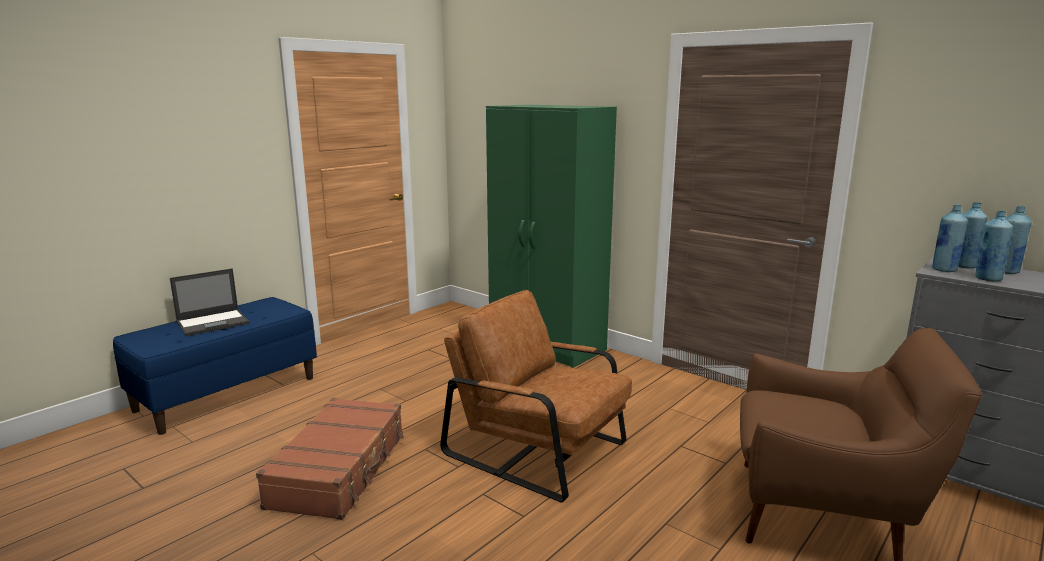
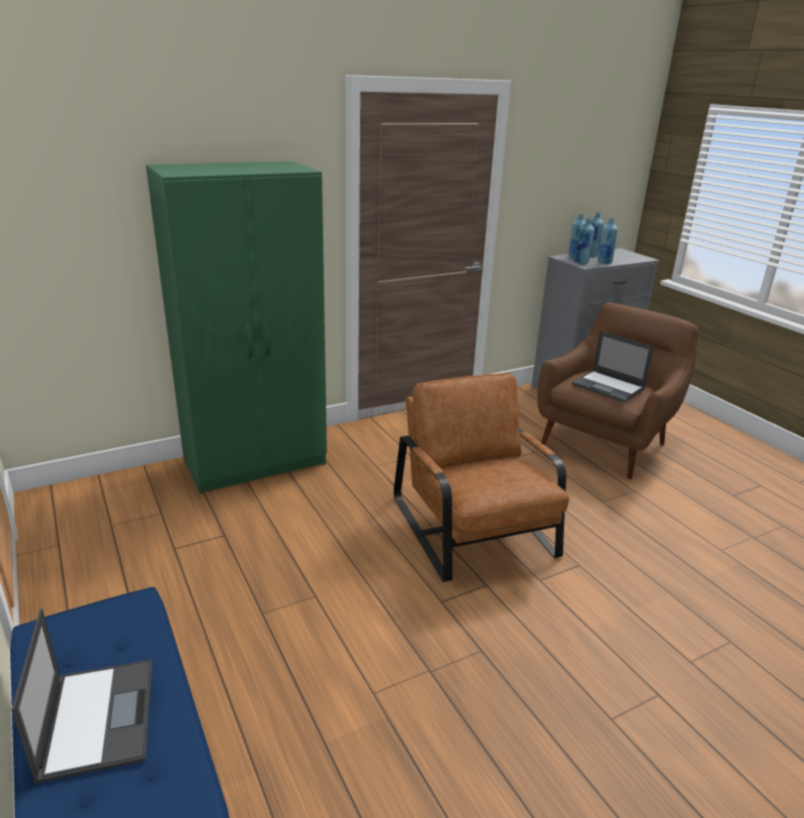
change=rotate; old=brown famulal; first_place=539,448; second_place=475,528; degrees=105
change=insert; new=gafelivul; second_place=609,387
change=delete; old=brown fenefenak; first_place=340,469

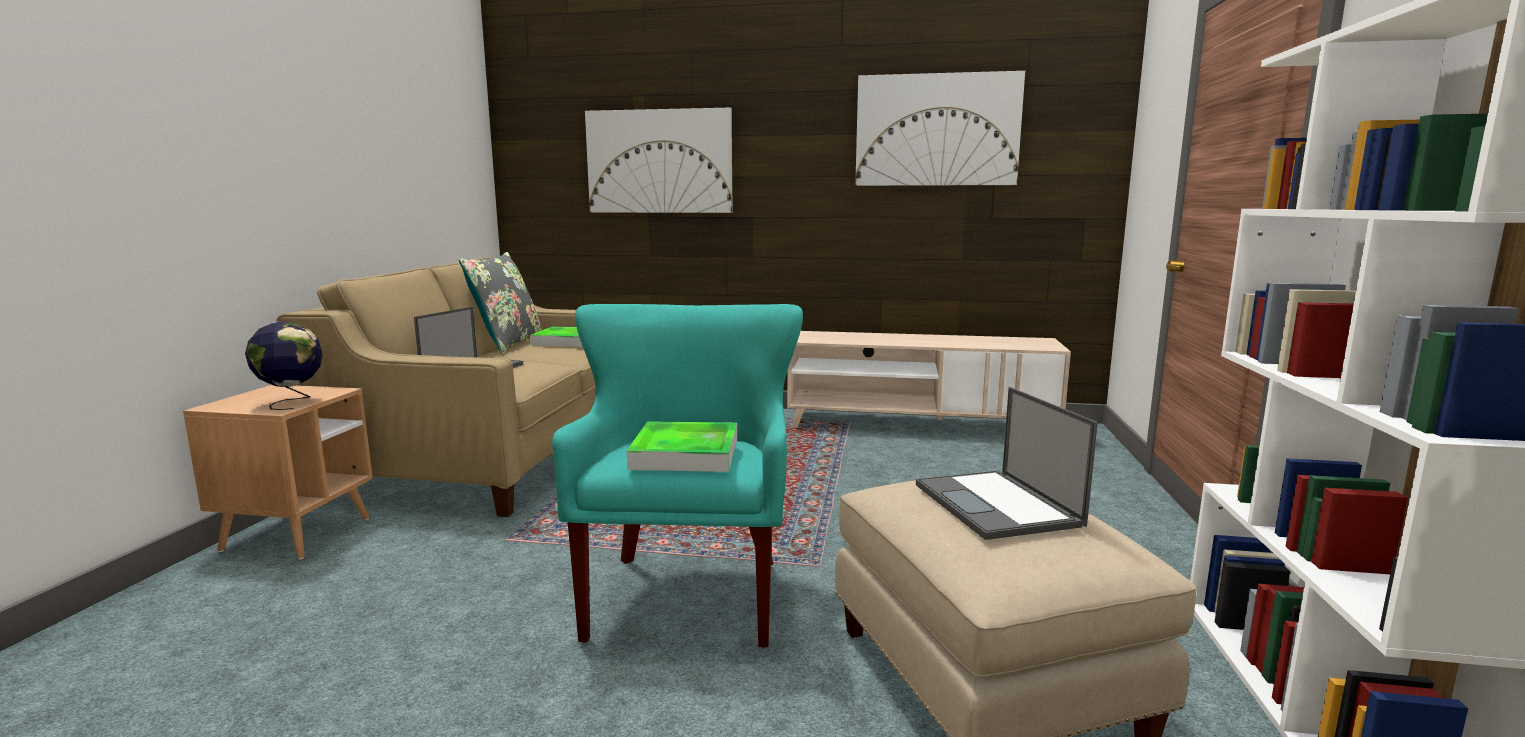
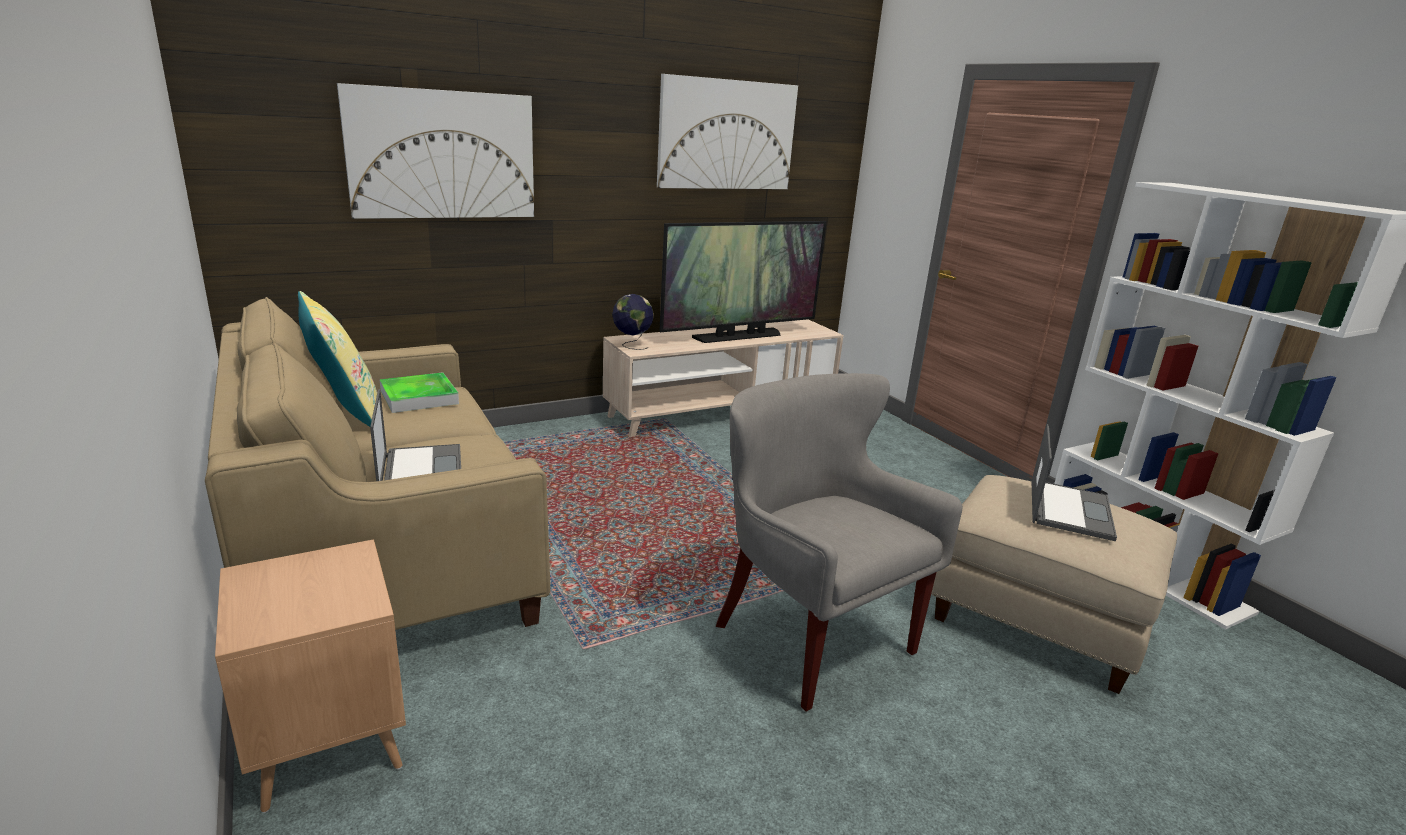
change=recolor; old=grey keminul; new=yellow keminul; first_place=507,343; second_place=345,413
change=move; old=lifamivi; first_place=291,402; second_place=632,345
change=insert; new=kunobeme; second_place=738,336
change=recolor; old=turquoise famulal; new=grey famulal; first_place=689,596; second_place=810,636
change=rotate; old=gafelivul; first_place=997,505; second_place=1069,509; degrees=-105
change=delete; old=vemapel; first_place=685,454

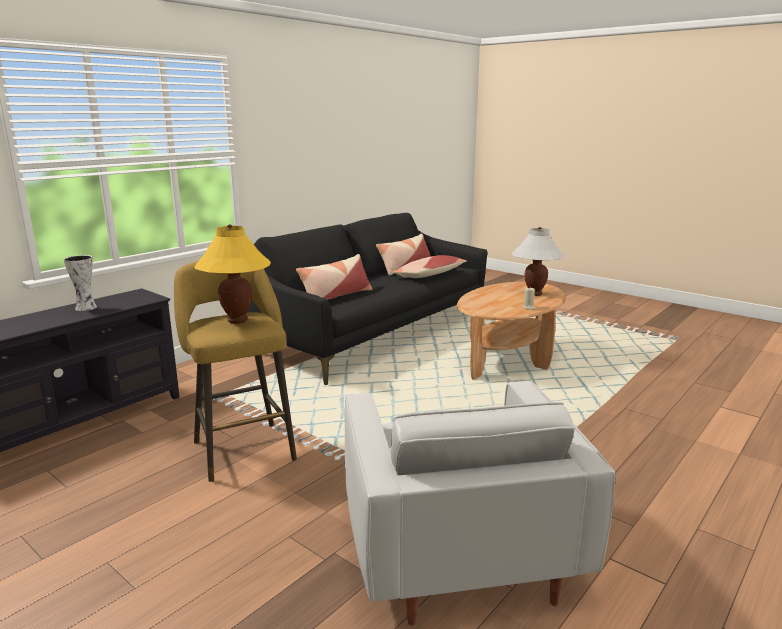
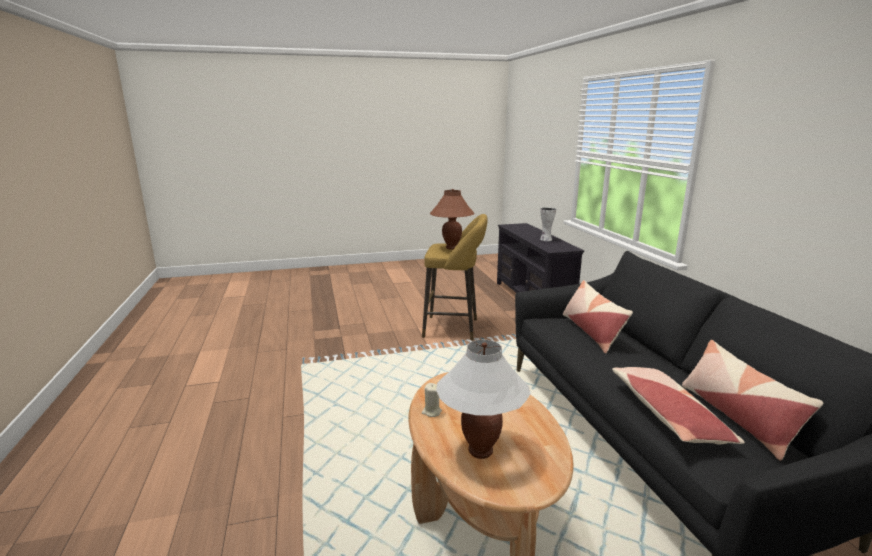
change=recolor; old=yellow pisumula; new=brown pisumula; first_place=237,320; second_place=451,248
change=delete; old=white famulal; first_place=457,547

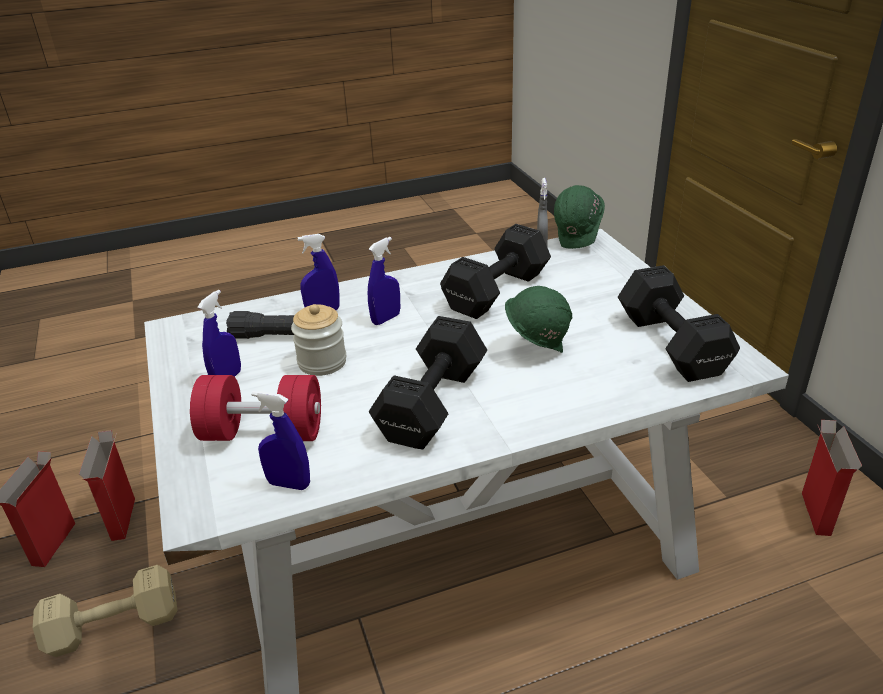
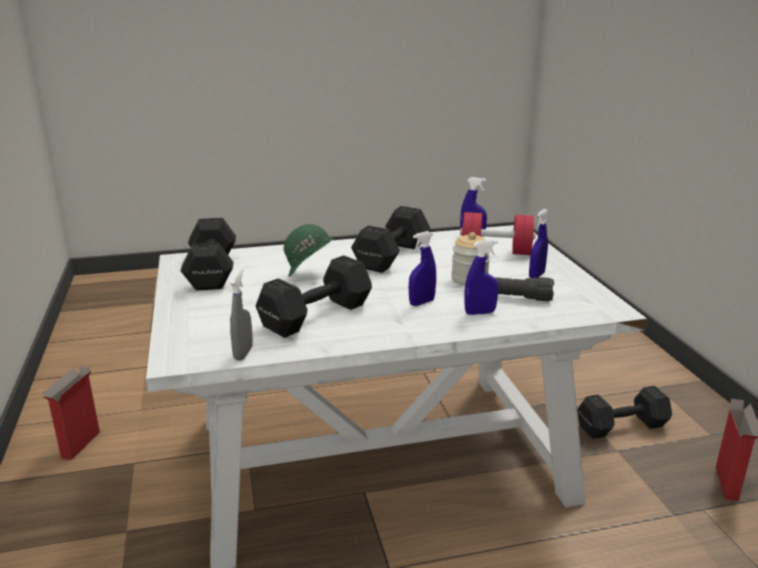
change=recolor; old=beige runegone; new=black runegone; first_place=111,626; second_place=624,427
change=delete; old=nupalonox; first_place=123,520
change=delete; old=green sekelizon; first_place=578,241

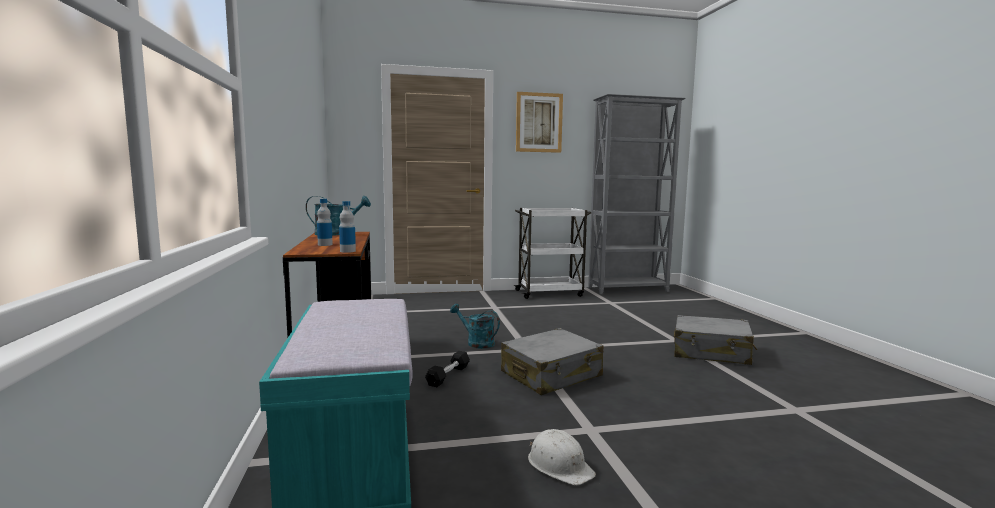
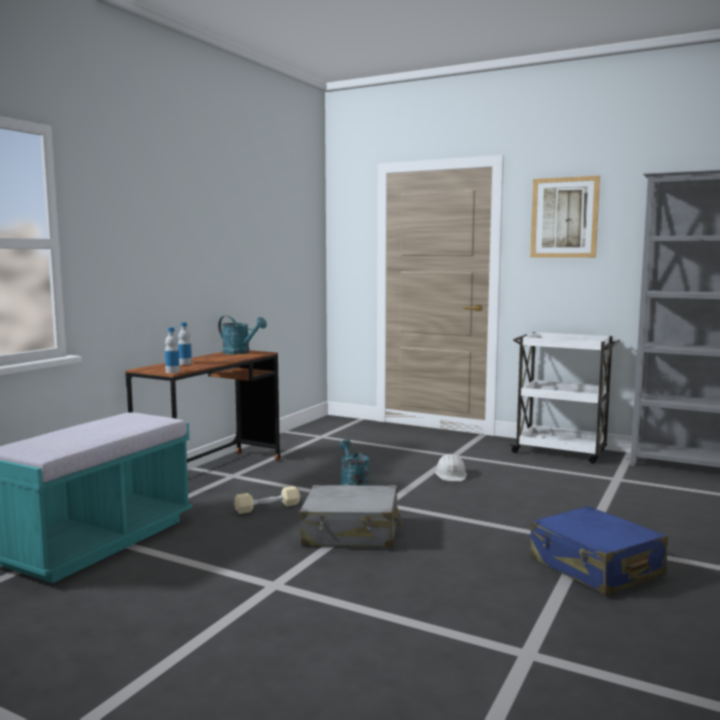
change=recolor; old=black runegone; new=beige runegone; first_place=448,375; second_place=267,507
change=move; old=white sekelizon; first_place=559,465; second_place=451,475
change=recolor; old=grey fenefenak; new=blue fenefenak; first_place=711,352; second_place=595,568

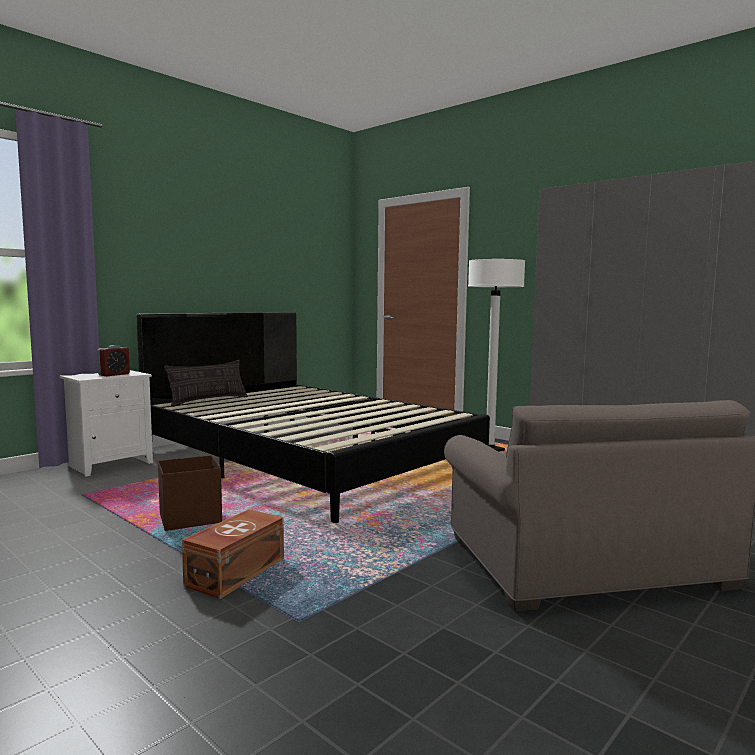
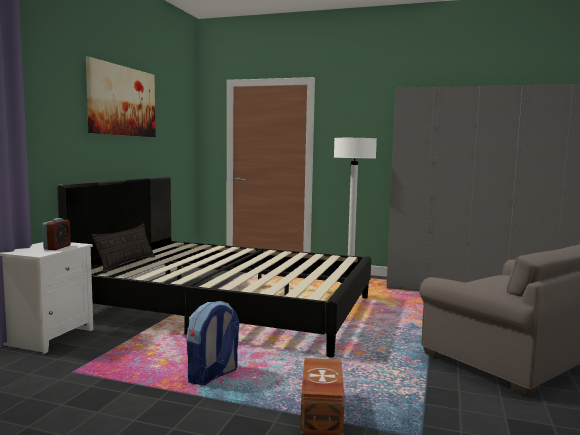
change=insert; new=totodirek; second_place=122,101
change=replace; old=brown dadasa; new=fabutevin; first_place=189,519; second_place=213,376

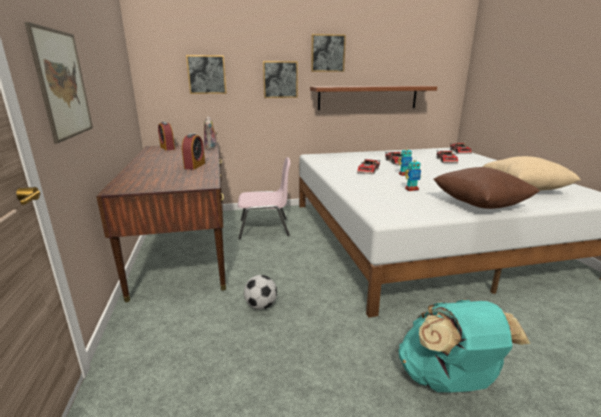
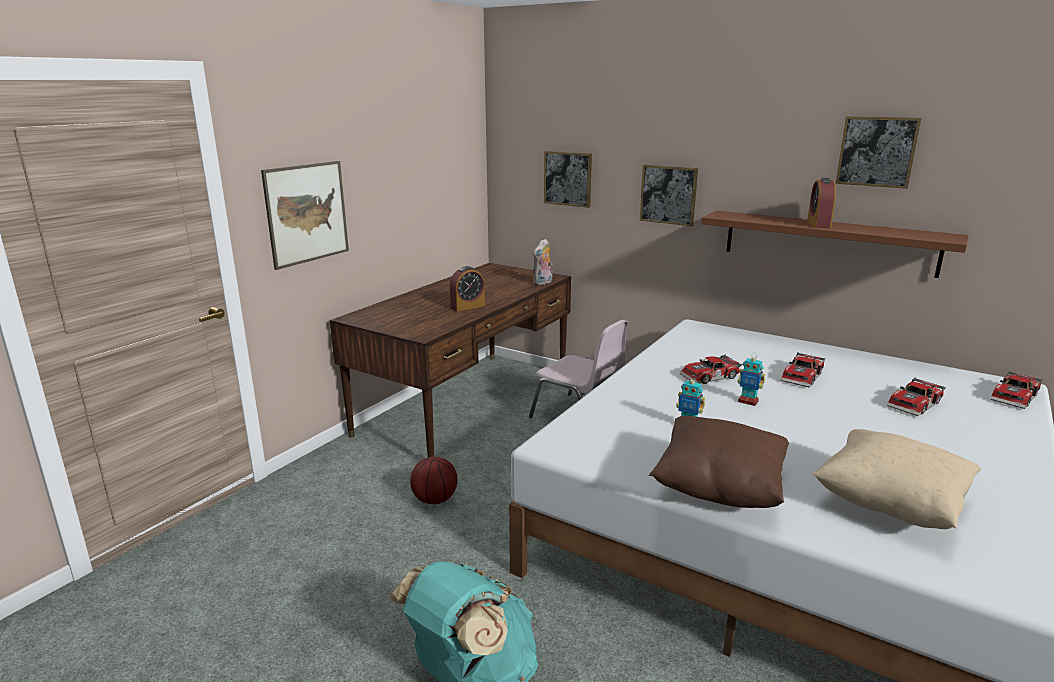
change=replace; old=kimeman; new=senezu; first_place=260,306; second_place=434,499
change=move; old=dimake; first_place=167,148; second_place=818,224
change=move; old=totodirek; first_place=327,53; second_place=877,151

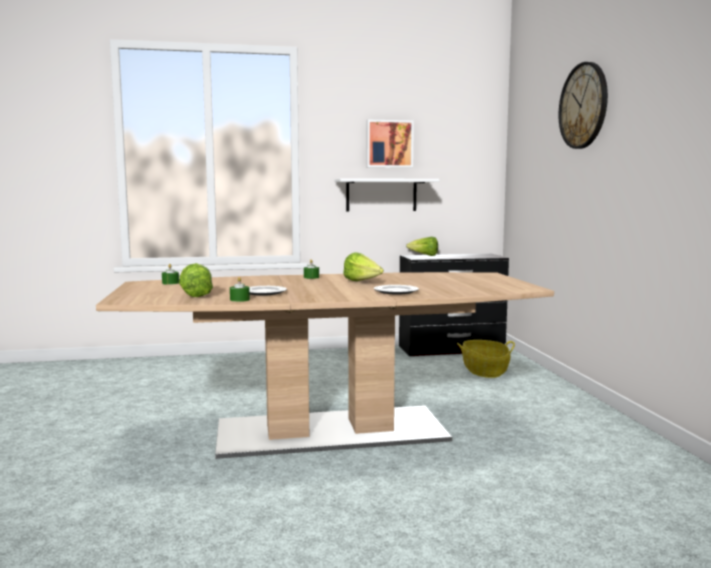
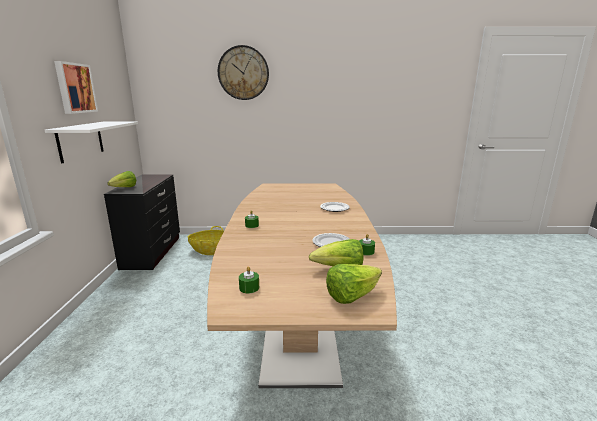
change=move; old=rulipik; first_place=362,282; second_place=352,296

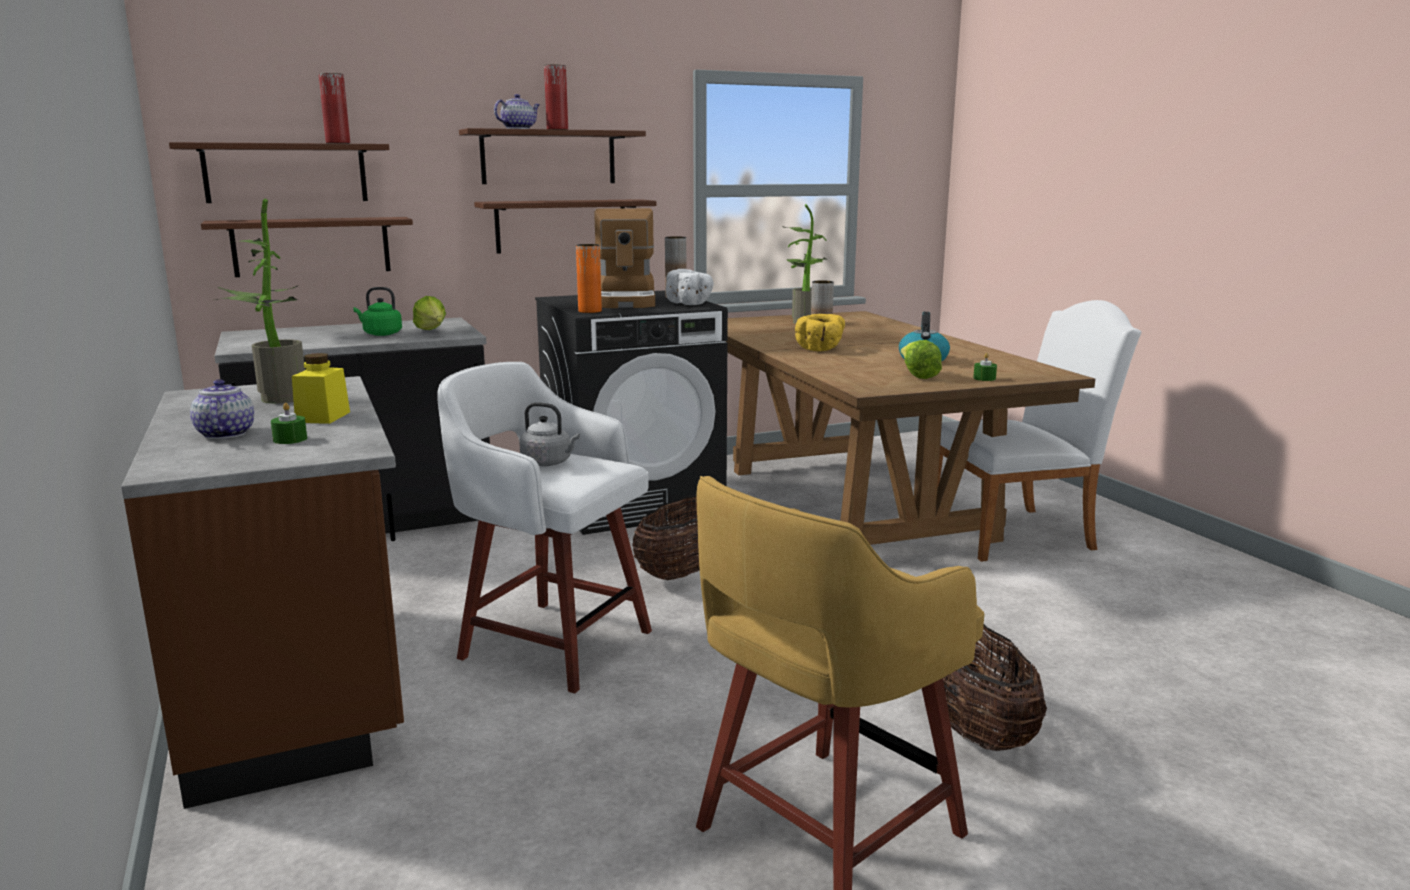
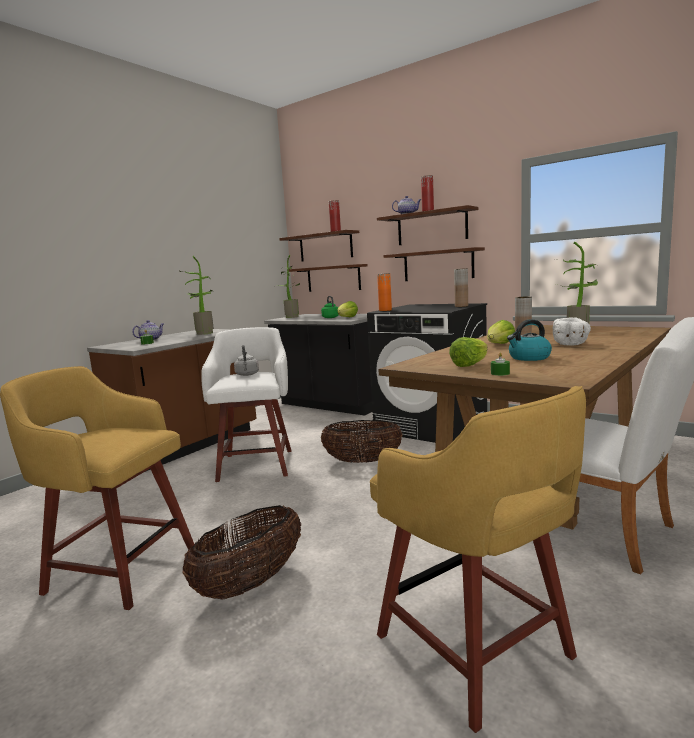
change=insert; new=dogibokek; second_place=290,317
change=insert; new=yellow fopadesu; second_place=476,650
change=replace; old=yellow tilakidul; new=rulipik; first_place=820,349; second_place=499,345
change=move; old=white tilakidul; first_place=690,303; second_place=570,344
change=delete; old=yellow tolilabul; first_place=323,417
change=delete; old=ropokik; first_place=627,301

